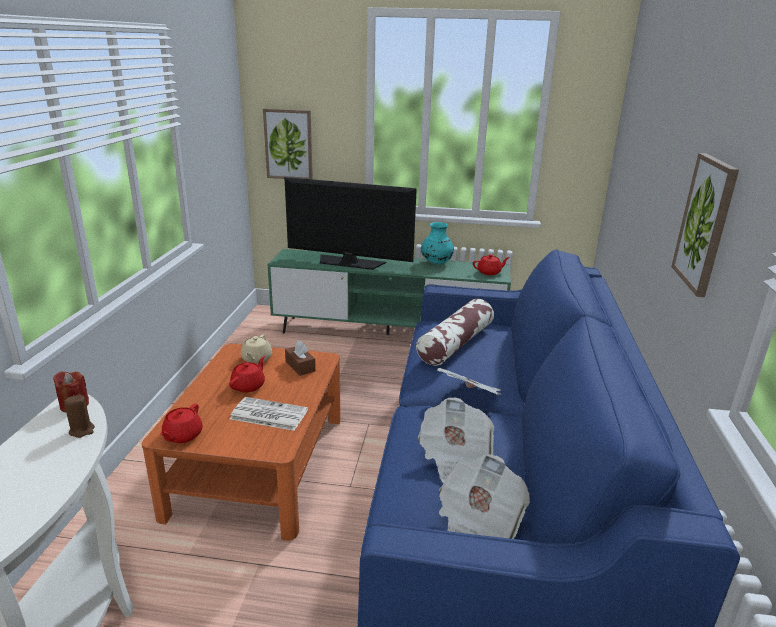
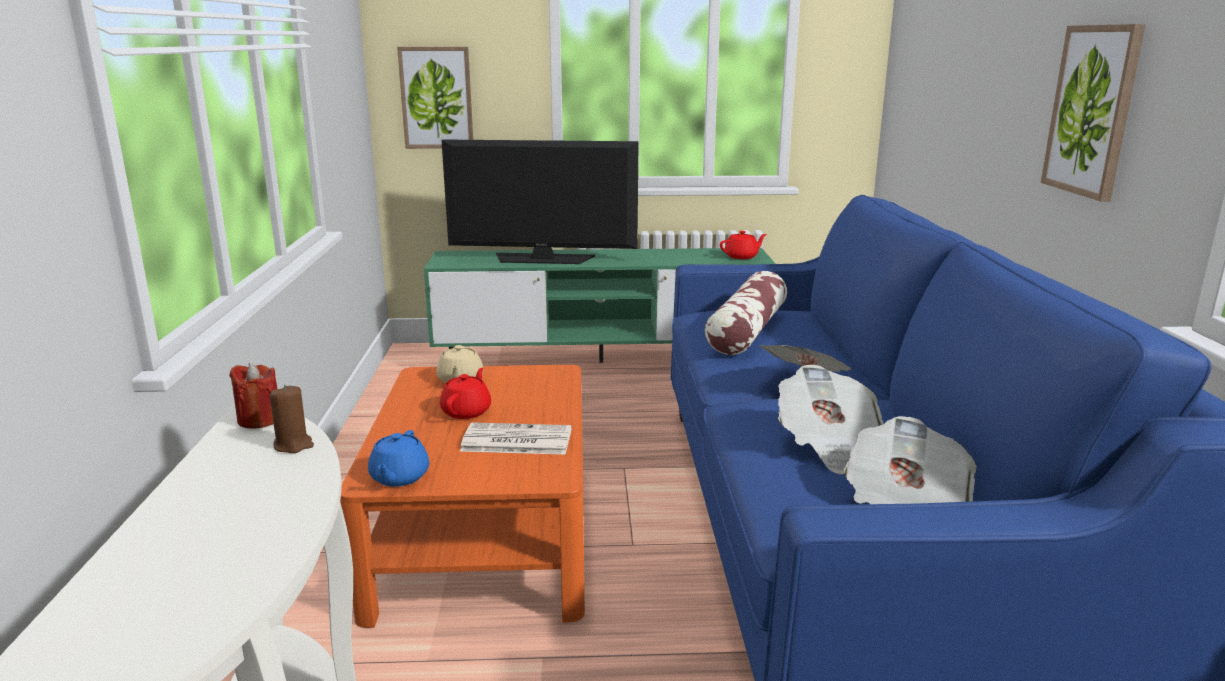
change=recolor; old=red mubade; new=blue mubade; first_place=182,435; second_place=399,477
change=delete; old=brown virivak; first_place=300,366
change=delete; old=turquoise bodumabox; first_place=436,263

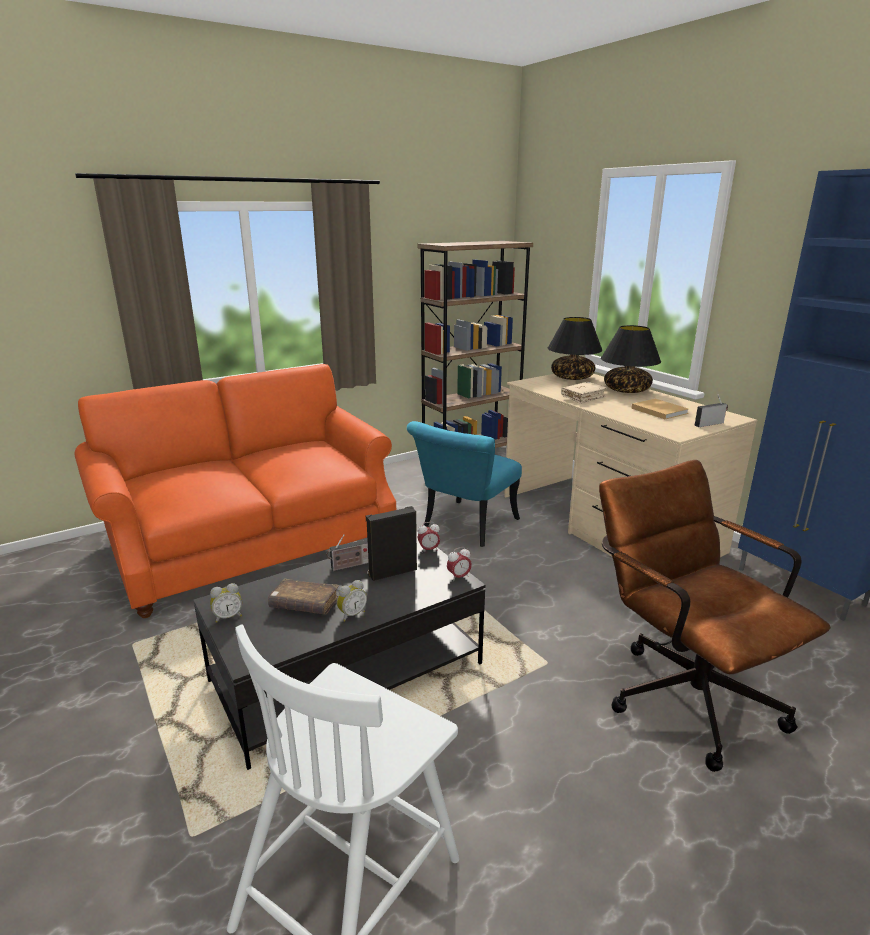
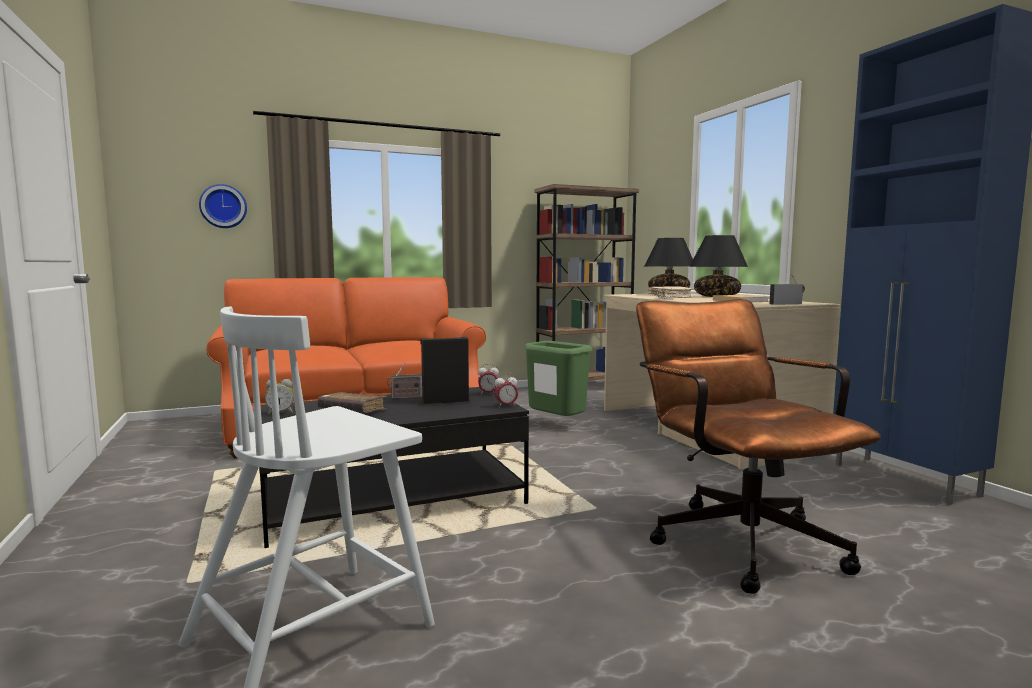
change=insert; new=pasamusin; second_place=223,206
change=replace; old=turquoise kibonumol; new=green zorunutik; first_place=465,527; second_place=556,425
change=delete; old=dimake; first_place=351,614

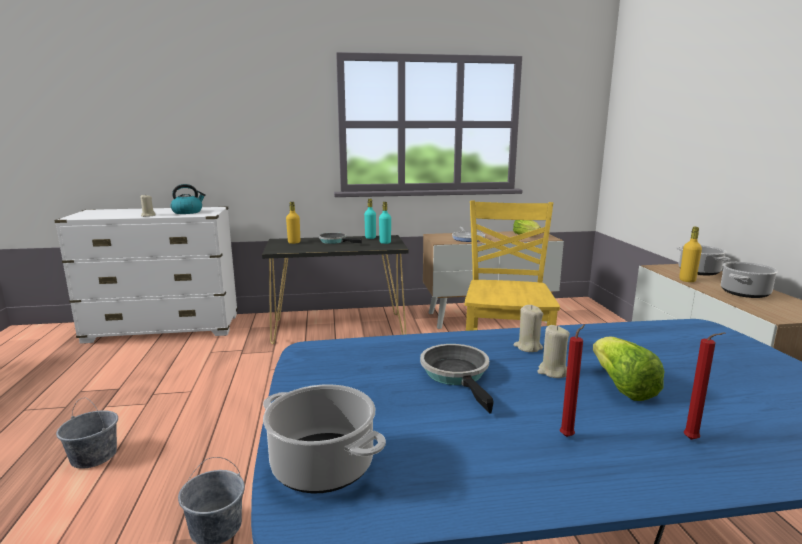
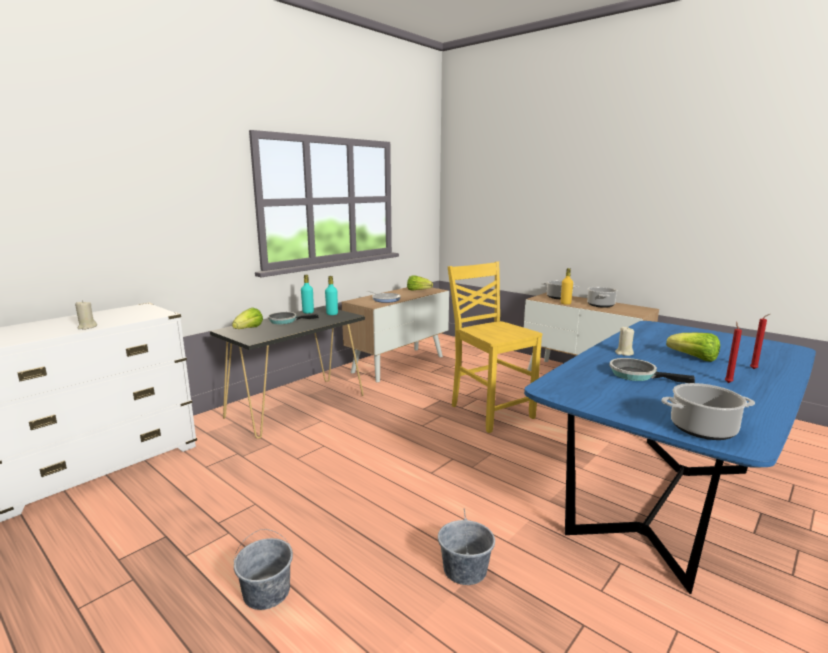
change=replace; old=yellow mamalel; new=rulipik; first_place=294,242; second_place=248,329
change=delete; old=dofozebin; first_place=188,212
change=delete; old=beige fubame; first_place=552,372

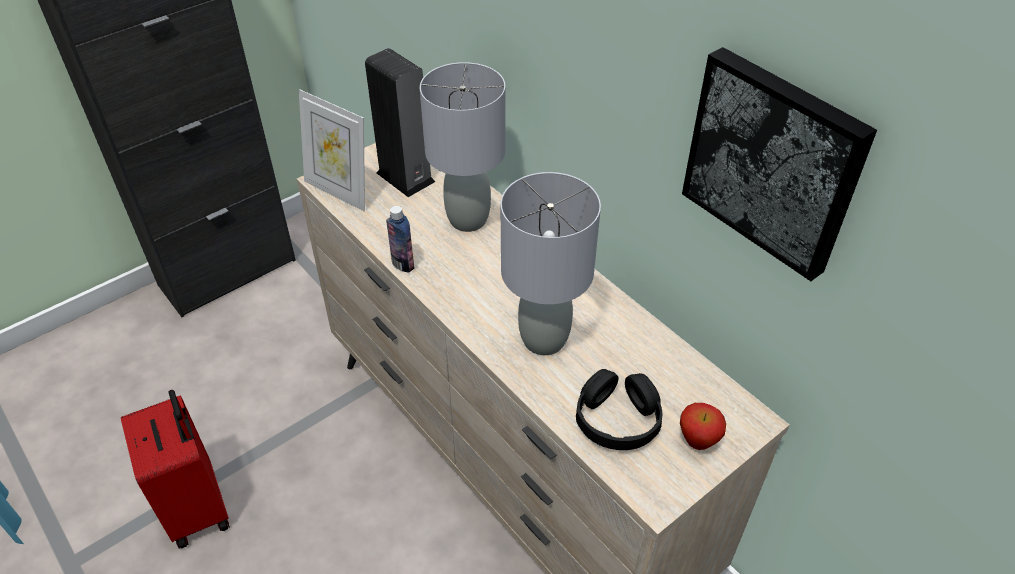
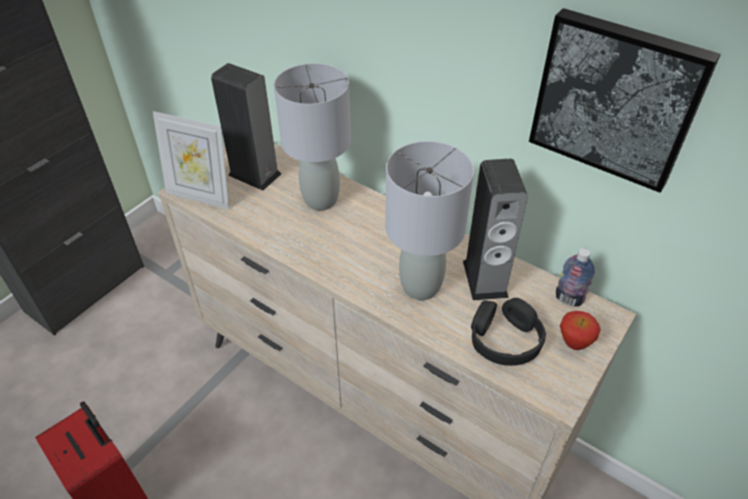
change=insert; new=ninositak; second_place=485,278
change=move; old=mamalel; first_place=403,264; second_place=568,299

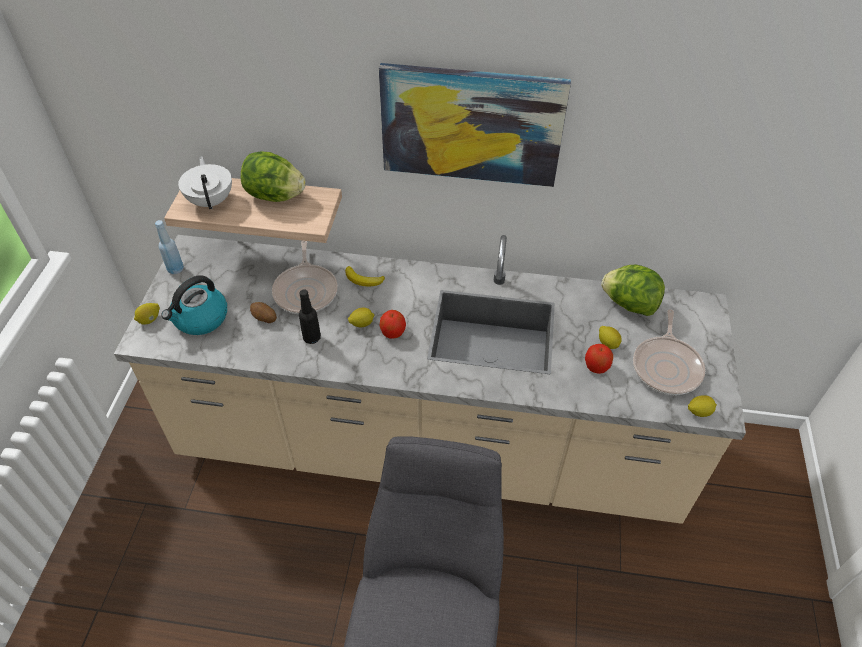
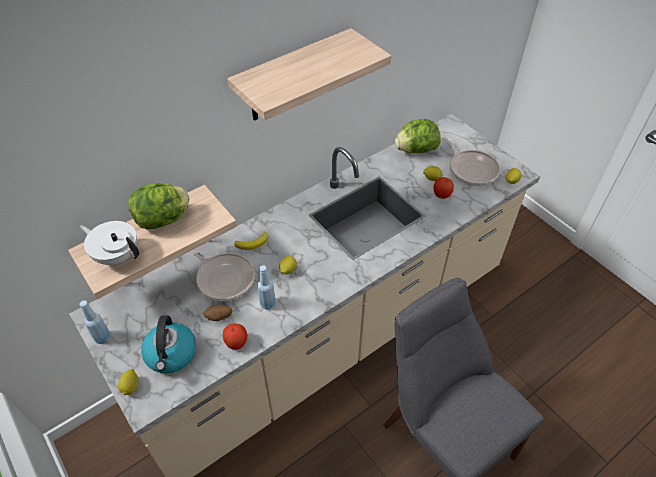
change=move; old=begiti; first_place=393,333; second_place=236,342
change=replace; old=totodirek; new=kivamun; first_place=471,124; second_place=293,77
change=recolor; old=black mamalel; new=blue mamalel; first_place=312,338; second_place=267,303

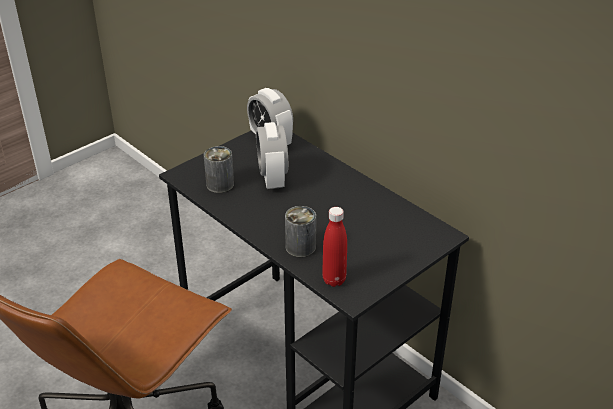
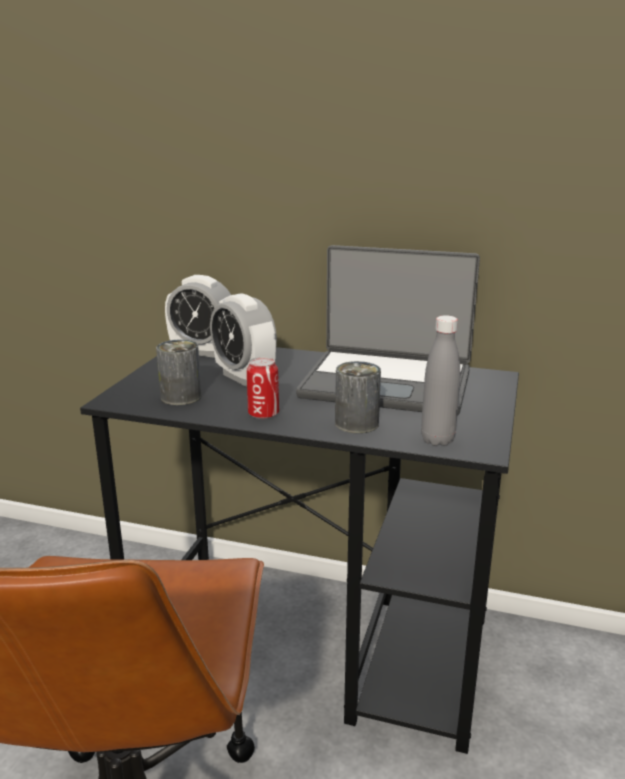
change=insert; new=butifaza; second_place=263,414
change=insert; new=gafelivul; second_place=387,383
change=recolor; old=red mamalel; new=grey mamalel; first_place=334,280; second_place=437,440

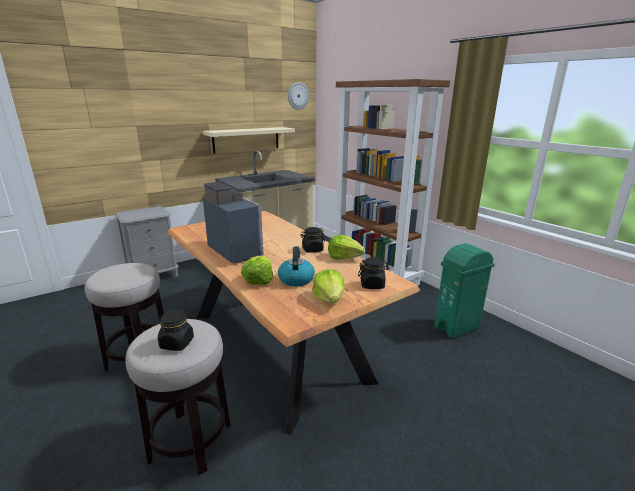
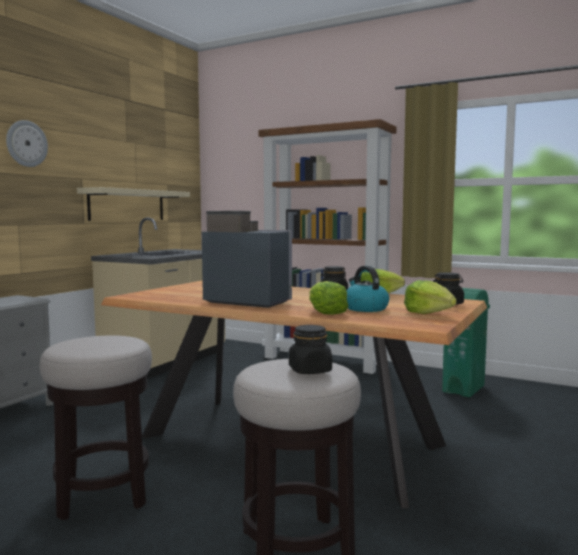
change=move; old=pasamusin; first_place=298,96; second_place=26,143

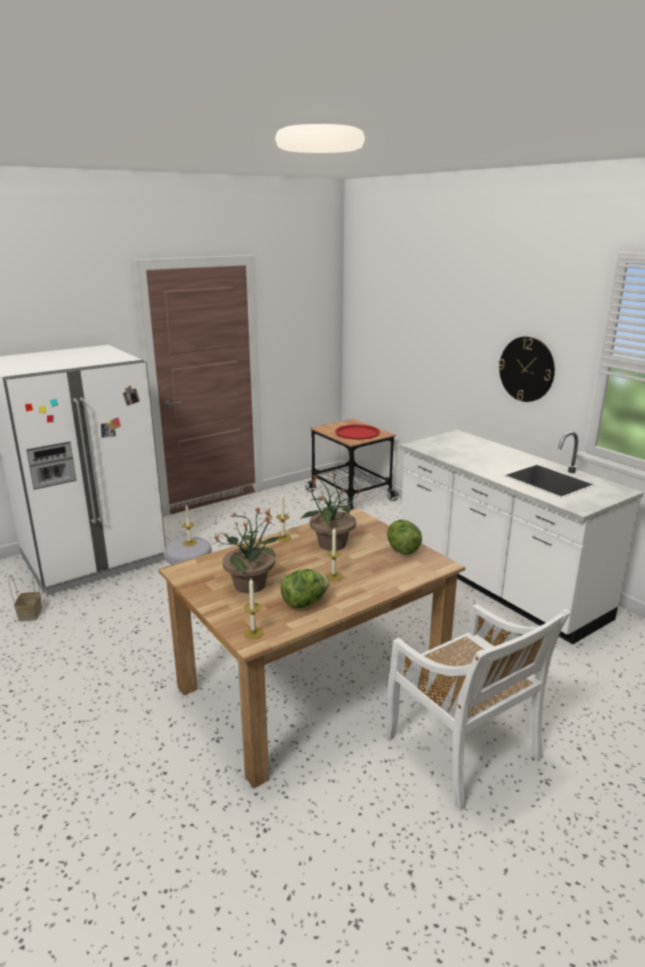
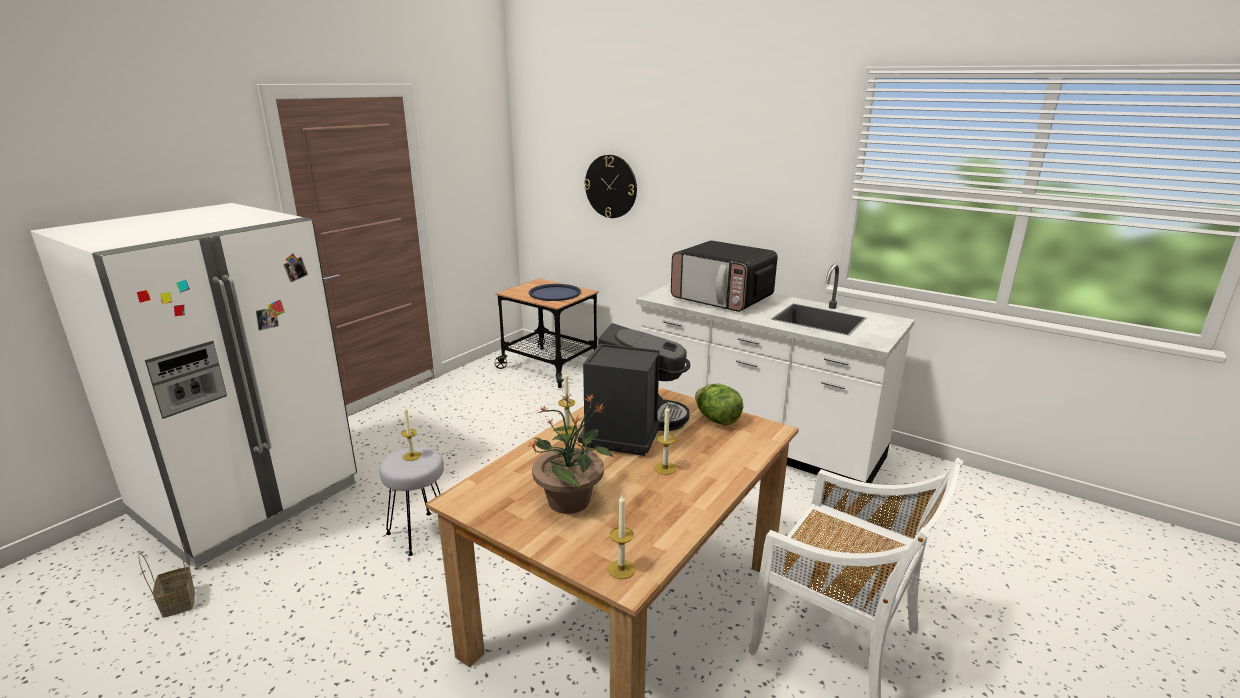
change=recolor; old=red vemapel; new=blue vemapel; first_place=357,433; second_place=555,293
change=replace; old=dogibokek; new=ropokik; first_place=331,544; second_place=631,427
change=move; old=pasamusin; first_place=526,369; second_place=611,186
change=insert; new=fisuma; second_place=722,298
change=delete; old=rulipik; first_place=304,603

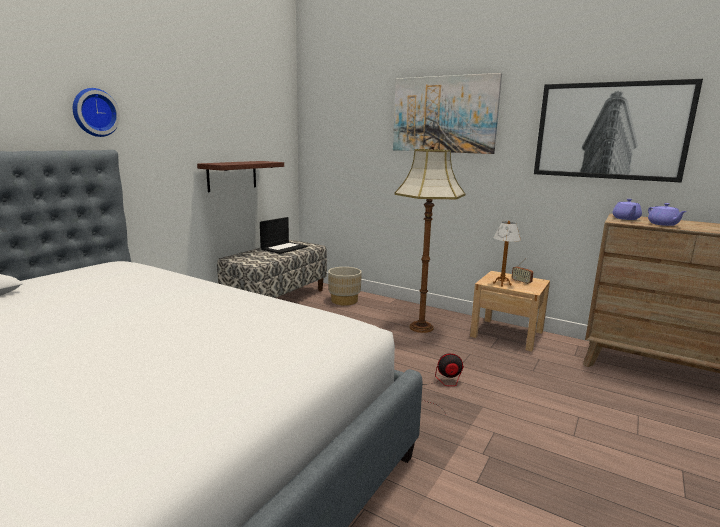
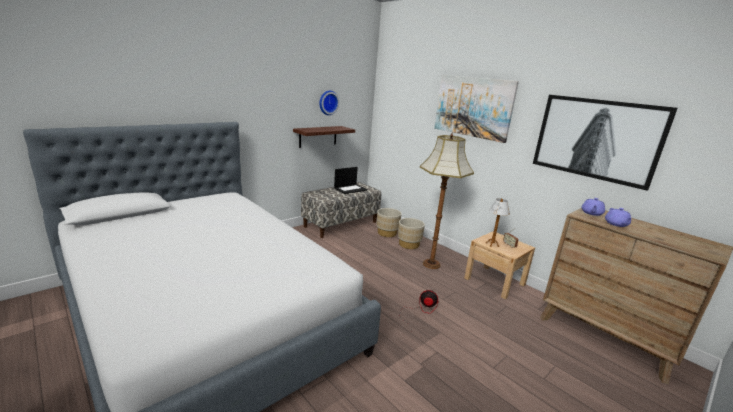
change=move; old=pasamusin; first_place=94,112; second_place=328,102
change=insert; new=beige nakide; second_place=409,244

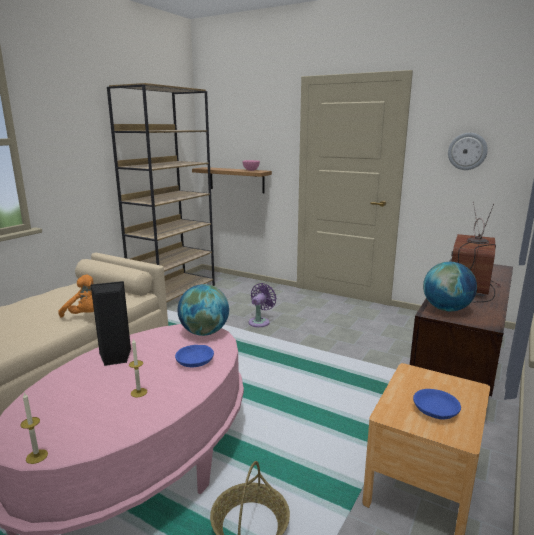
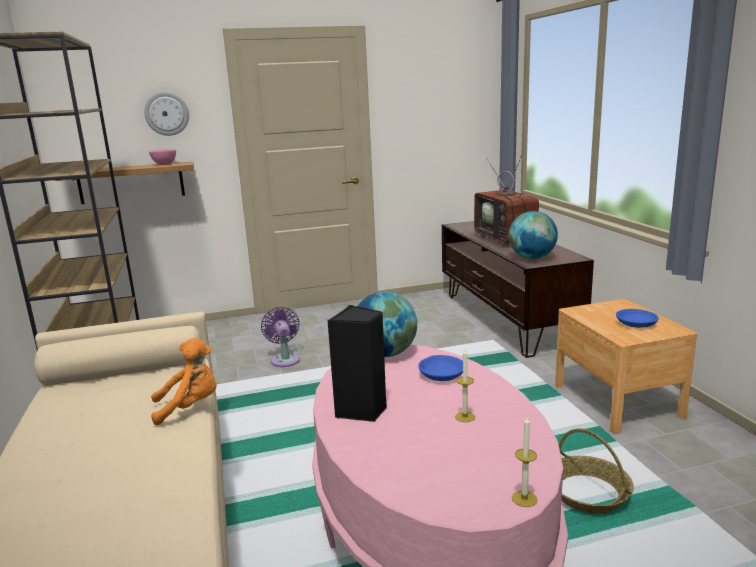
change=move; old=pasamusin; first_place=467,151; second_place=167,113

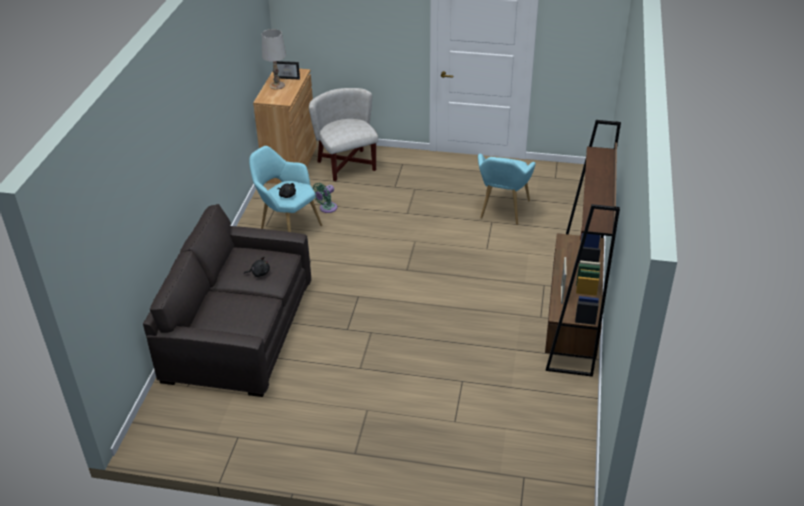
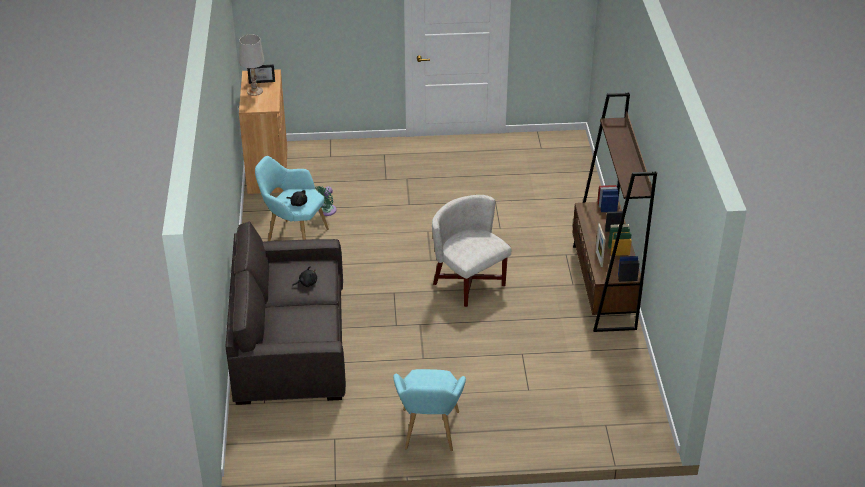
change=move; old=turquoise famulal; first_place=502,211; second_place=429,434
change=move; old=white famulal; first_place=347,165; second_place=469,283

